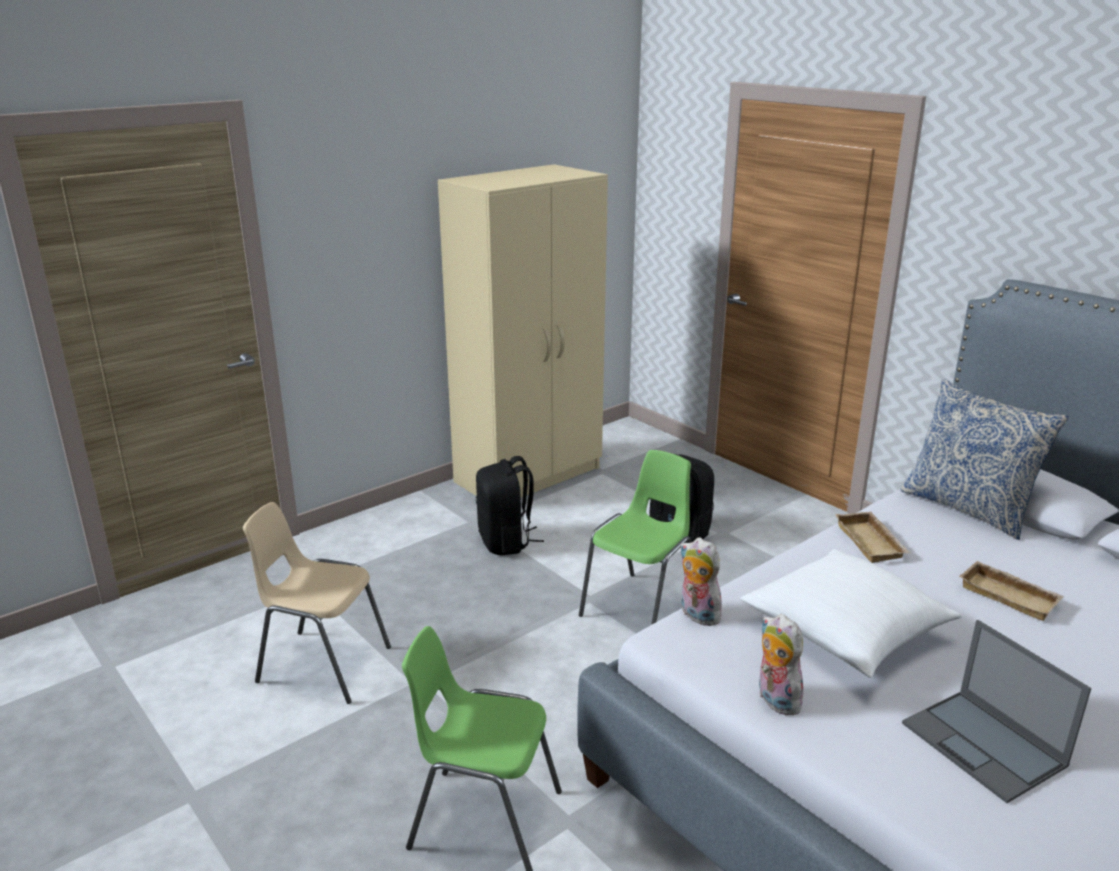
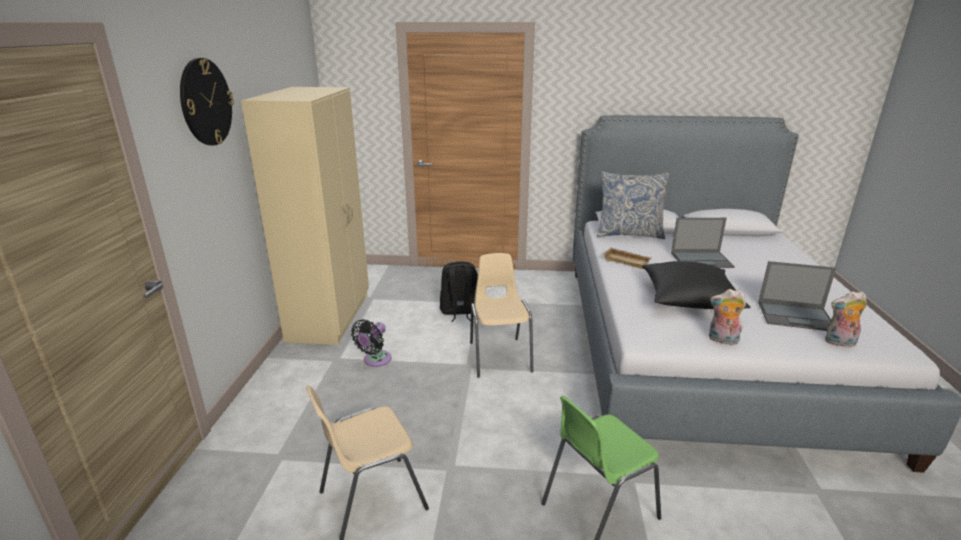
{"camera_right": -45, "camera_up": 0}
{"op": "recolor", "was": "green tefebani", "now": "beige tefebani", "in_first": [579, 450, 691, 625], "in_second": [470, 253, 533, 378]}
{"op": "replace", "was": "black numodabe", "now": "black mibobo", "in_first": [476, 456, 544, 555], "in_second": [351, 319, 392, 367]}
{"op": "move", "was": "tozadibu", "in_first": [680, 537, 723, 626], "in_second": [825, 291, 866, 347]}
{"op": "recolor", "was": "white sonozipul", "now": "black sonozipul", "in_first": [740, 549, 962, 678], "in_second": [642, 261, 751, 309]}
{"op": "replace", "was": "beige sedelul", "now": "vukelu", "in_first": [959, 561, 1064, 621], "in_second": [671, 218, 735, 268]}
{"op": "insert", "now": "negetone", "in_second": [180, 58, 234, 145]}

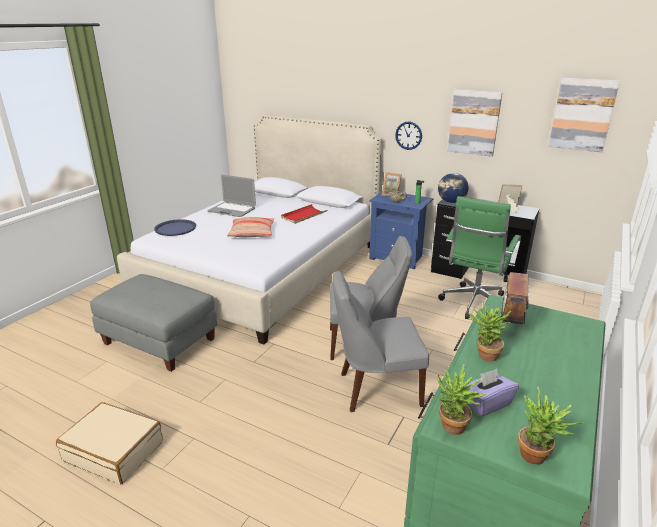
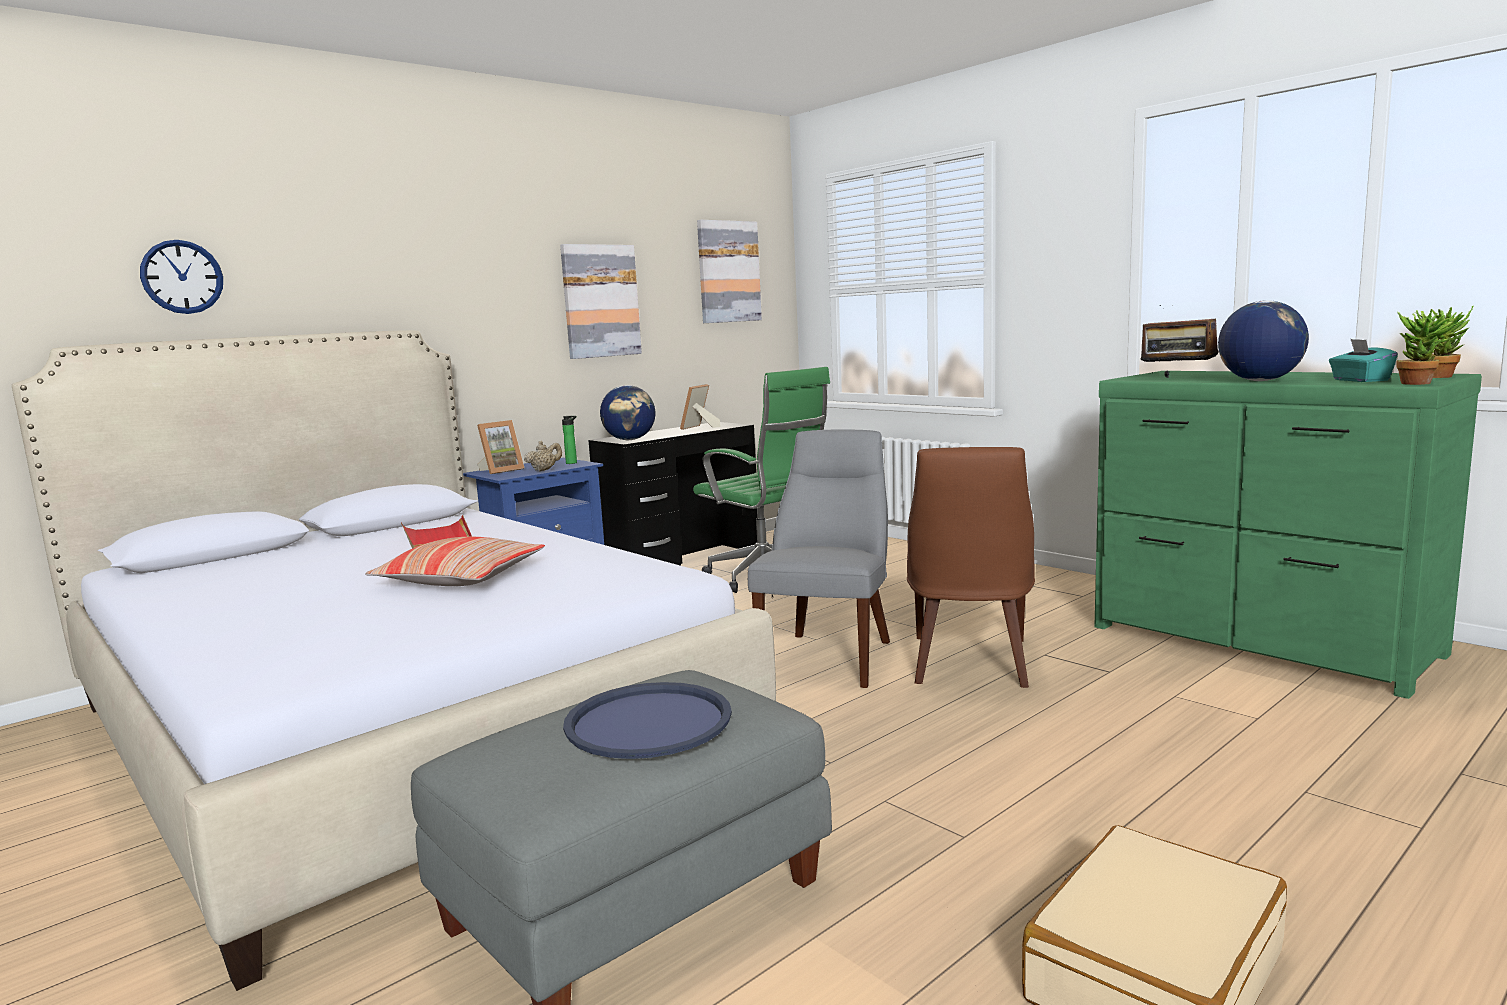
{"camera_right": -70, "camera_up": -15}
{"op": "move", "was": "negetone", "in_first": [395, 121, 422, 150], "in_second": [140, 240, 223, 314]}
{"op": "delete", "was": "vukelu", "in_first": [208, 175, 256, 217]}
{"op": "move", "was": "blue sedelul", "in_first": [154, 219, 196, 236], "in_second": [563, 682, 732, 759]}
{"op": "recolor", "was": "grey tefebani", "now": "brown tefebani", "in_first": [333, 271, 429, 412], "in_second": [907, 447, 1035, 688]}
{"op": "replace", "was": "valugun", "now": "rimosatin", "in_first": [468, 301, 511, 362], "in_second": [1218, 300, 1309, 381]}
{"op": "recolor", "was": "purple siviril", "now": "turquoise siviril", "in_first": [466, 368, 519, 416], "in_second": [1329, 339, 1398, 382]}

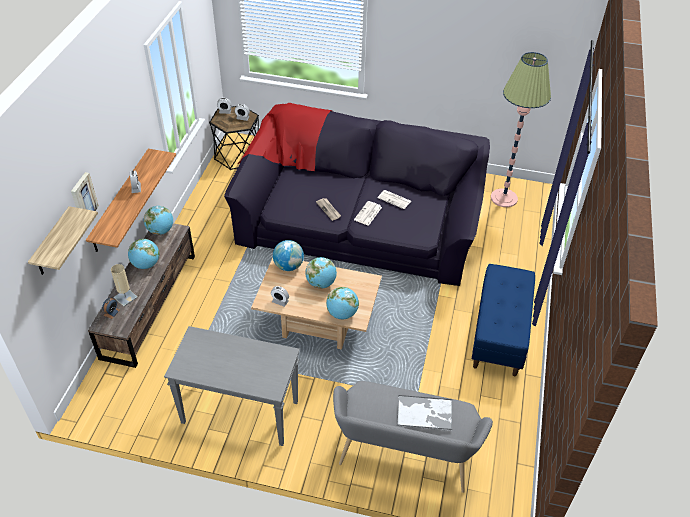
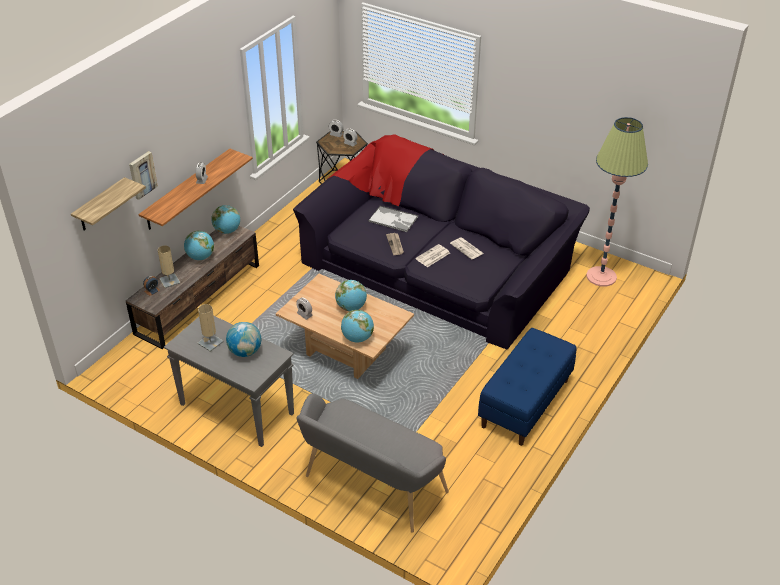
{"camera_right": 20, "camera_up": -5}
{"op": "move", "was": "rimosatin", "in_first": [273, 240, 304, 271], "in_second": [226, 322, 261, 357]}
{"op": "move", "was": "sedelul", "in_first": [397, 395, 452, 431], "in_second": [368, 206, 418, 232]}
{"op": "insert", "now": "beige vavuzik", "in_second": [198, 304, 224, 352]}

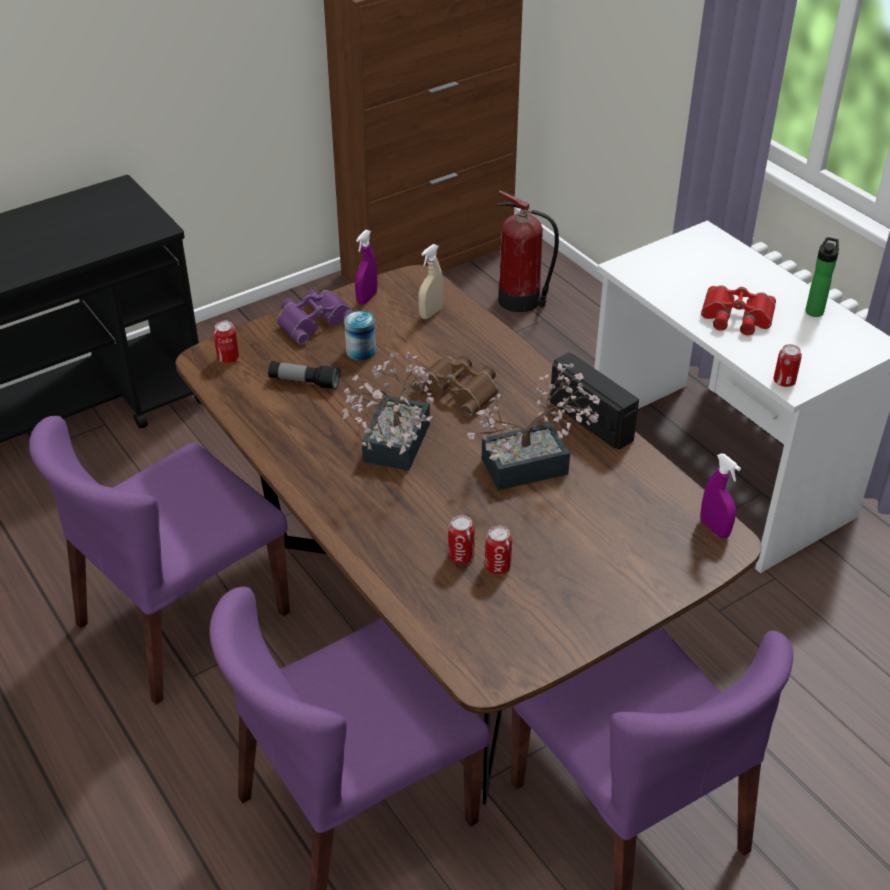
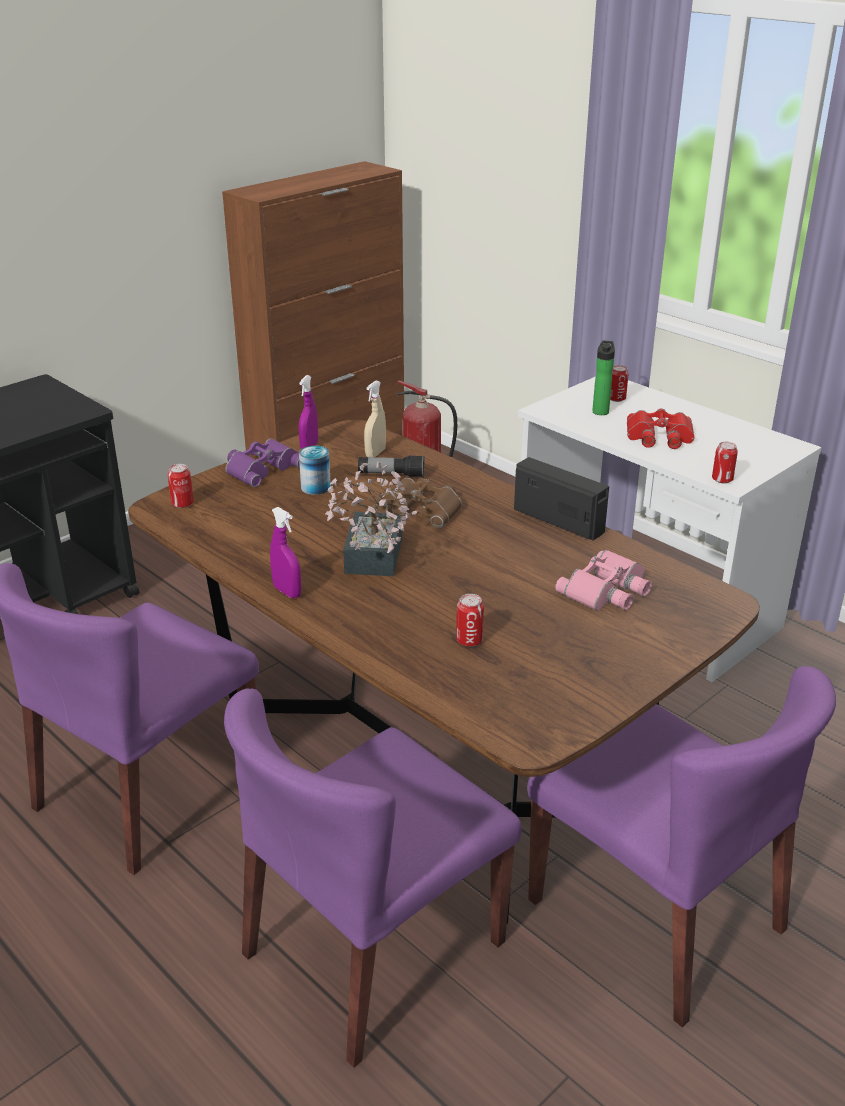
{"camera_right": -10, "camera_up": -10}
{"op": "move", "was": "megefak", "in_first": [805, 237, 839, 317], "in_second": [592, 341, 615, 415]}
{"op": "move", "was": "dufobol", "in_first": [268, 361, 340, 390], "in_second": [358, 455, 424, 477]}
{"op": "delete", "was": "valugun", "in_first": [467, 363, 600, 490]}
{"op": "move", "was": "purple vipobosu", "in_first": [700, 453, 741, 538], "in_second": [270, 507, 301, 598]}
{"op": "move", "was": "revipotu", "in_first": [485, 526, 512, 574], "in_second": [610, 365, 629, 402]}
{"op": "insert", "now": "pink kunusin", "in_second": [555, 550, 652, 611]}

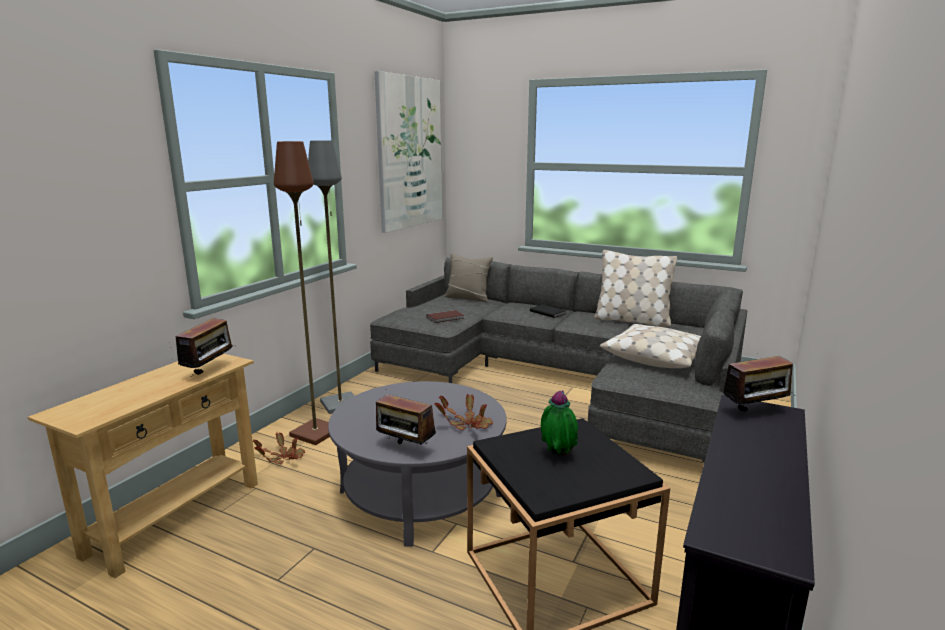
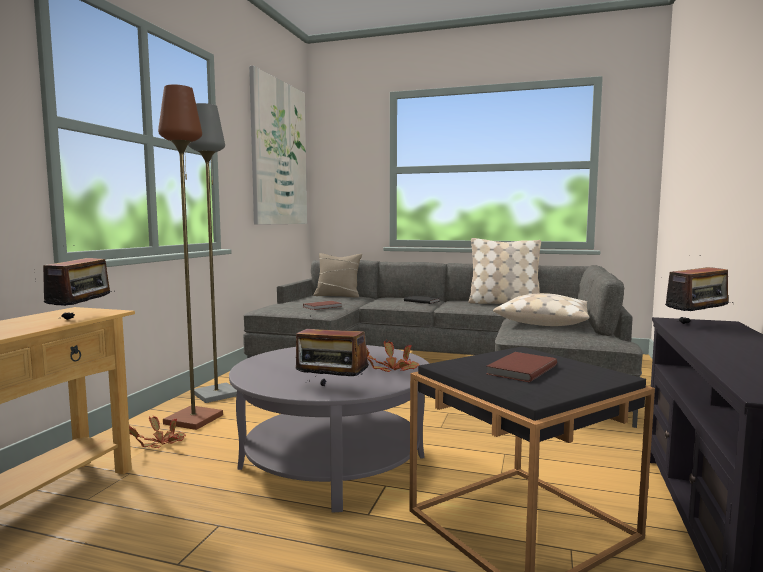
{"camera_right": -10, "camera_up": -10}
{"op": "replace", "was": "valugun", "now": "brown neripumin", "in_first": [541, 390, 578, 456], "in_second": [486, 352, 557, 382]}

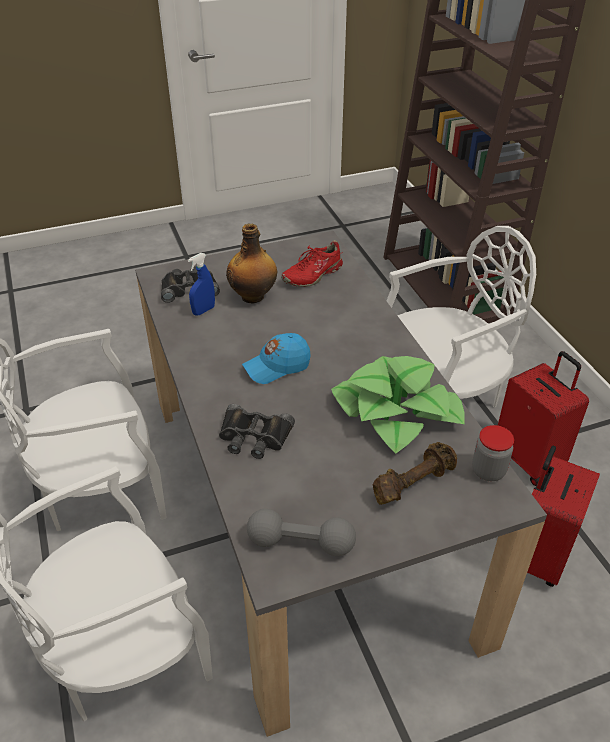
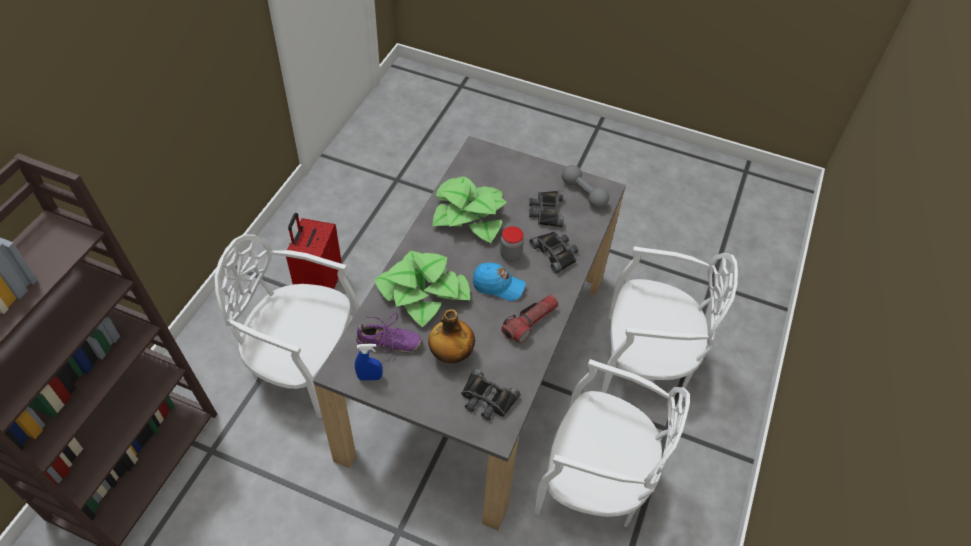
{"camera_right": -140, "camera_up": 10}
{"op": "recolor", "was": "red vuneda", "now": "purple vuneda", "in_first": [281, 240, 343, 287], "in_second": [356, 313, 423, 353]}
{"op": "move", "was": "blue vipobosu", "in_first": [188, 253, 215, 316], "in_second": [355, 344, 383, 380]}
{"op": "move", "was": "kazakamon", "in_first": [472, 425, 514, 481], "in_second": [500, 226, 524, 262]}
{"op": "delete", "was": "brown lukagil", "in_first": [373, 442, 457, 505]}
{"op": "delete", "was": "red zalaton", "in_first": [527, 446, 600, 587]}
{"op": "insert", "now": "black kunusin", "in_second": [529, 191, 564, 227]}
{"op": "insert", "now": "valugun", "in_second": [375, 251, 470, 327]}
{"op": "insert", "now": "dufobol", "in_second": [501, 295, 558, 343]}

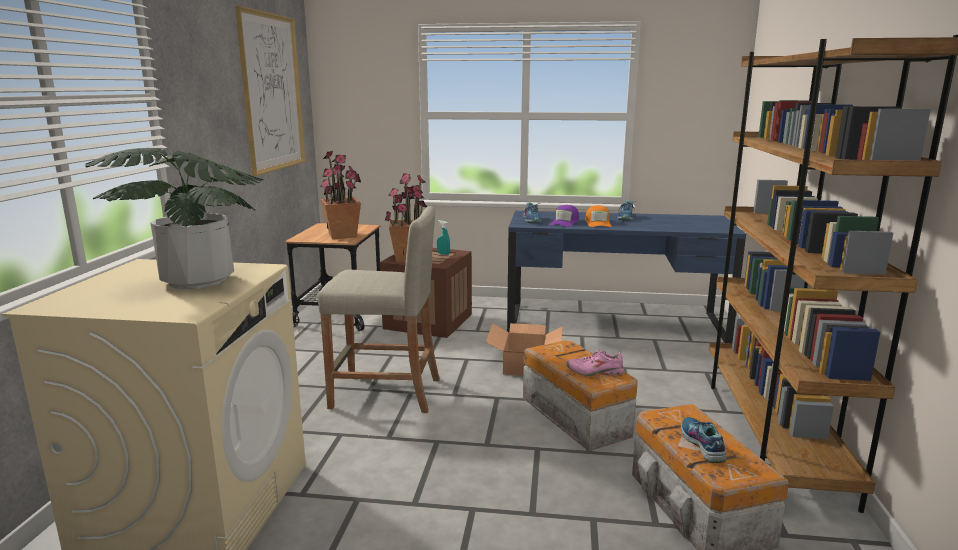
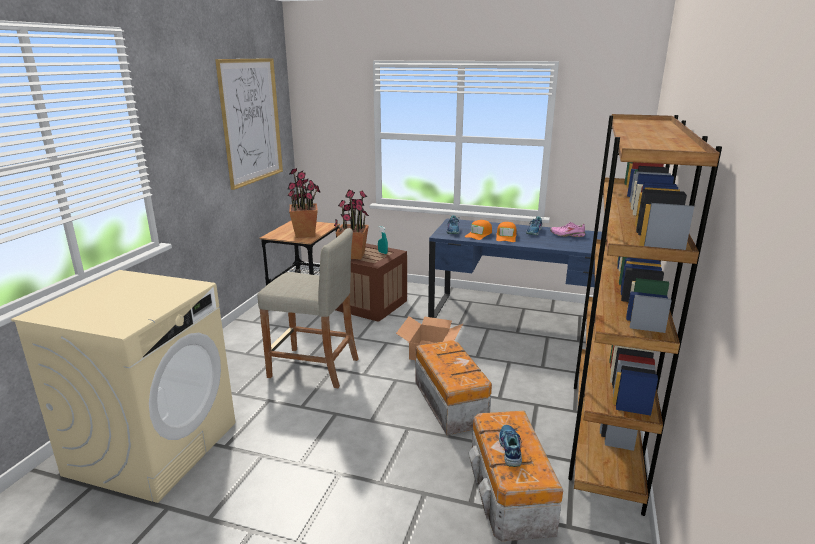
{"camera_right": 10, "camera_up": 5}
{"op": "delete", "was": "valugun", "in_first": [85, 148, 263, 289]}
{"op": "recolor", "was": "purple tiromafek", "now": "orange tiromafek", "in_first": [550, 205, 579, 227], "in_second": [465, 220, 492, 240]}
{"op": "move", "was": "pink vuneda", "in_first": [567, 349, 624, 376], "in_second": [550, 222, 585, 237]}

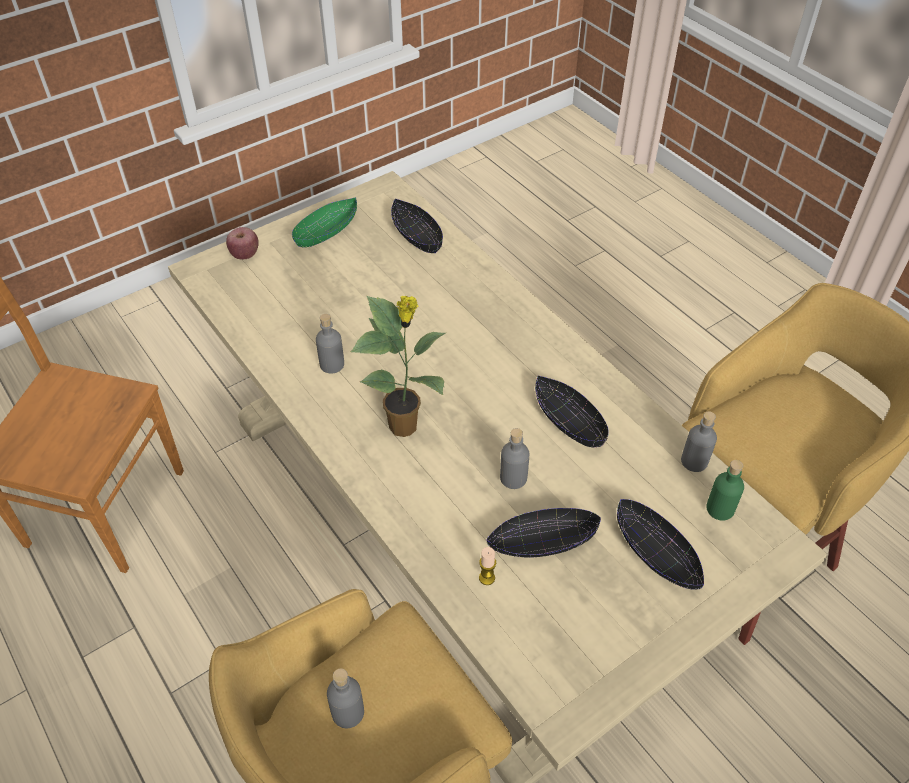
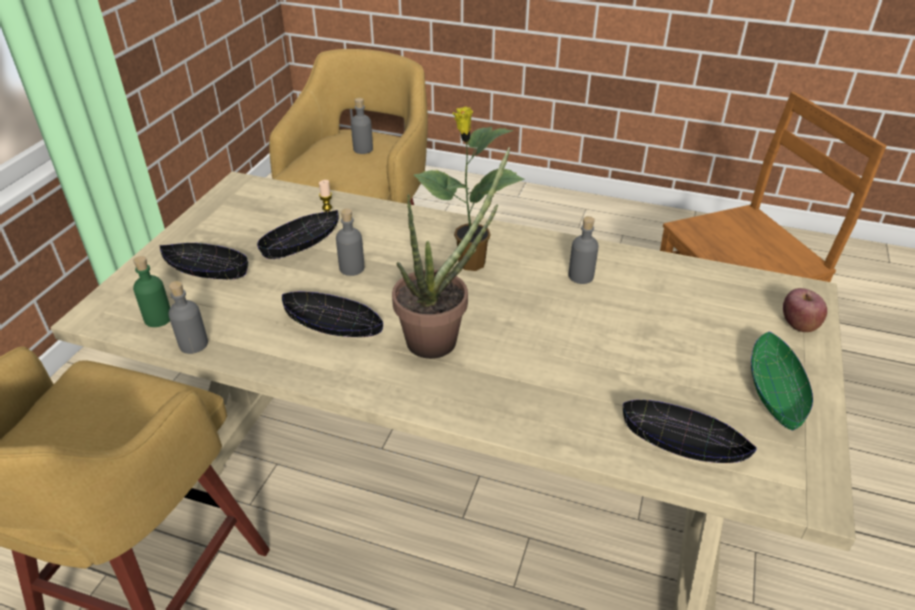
{"camera_right": 145, "camera_up": -10}
{"op": "insert", "now": "valugun", "in_second": [392, 147, 510, 359]}

